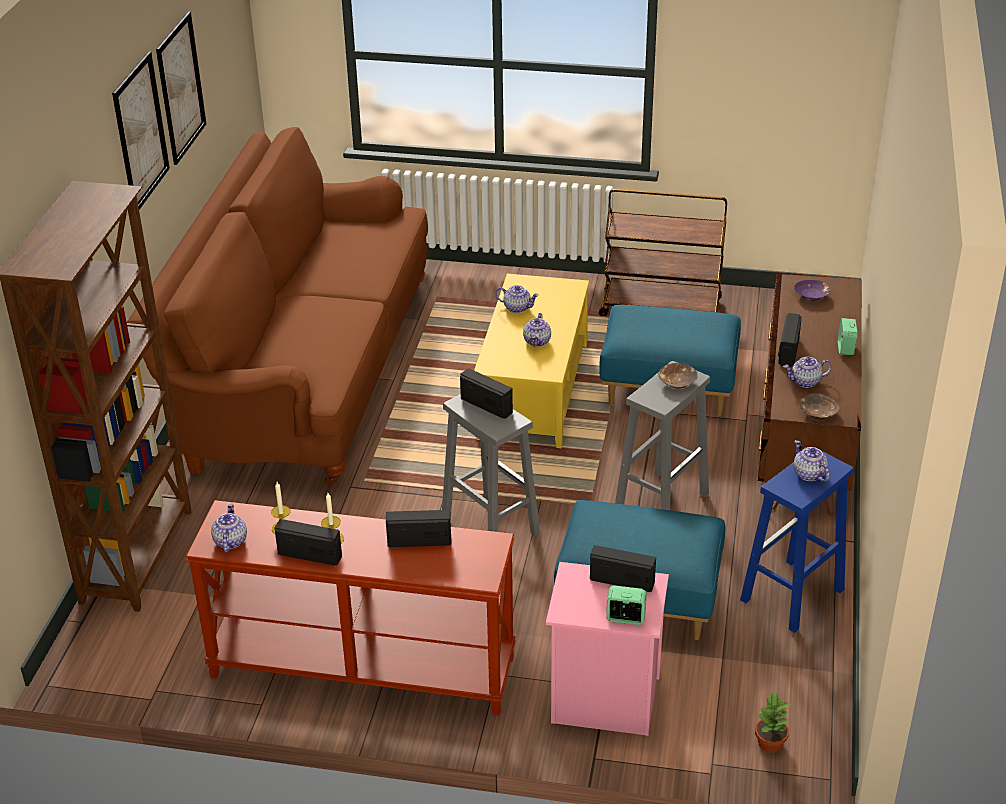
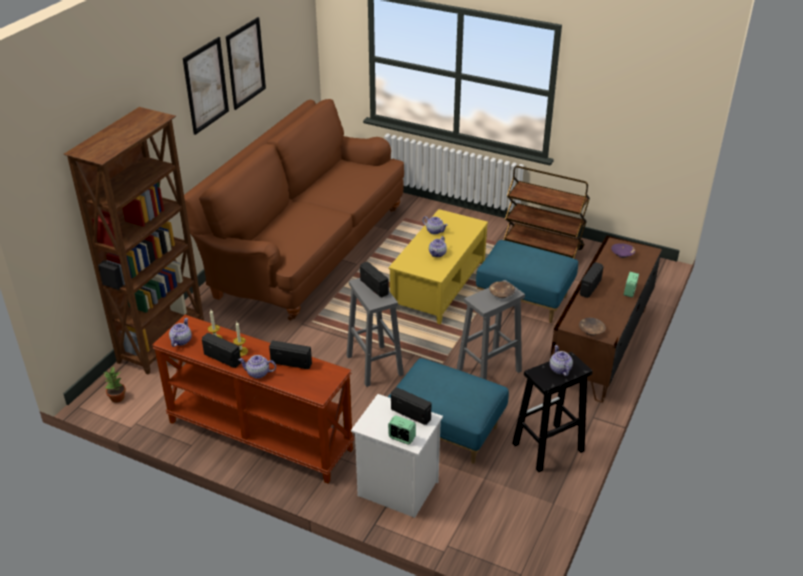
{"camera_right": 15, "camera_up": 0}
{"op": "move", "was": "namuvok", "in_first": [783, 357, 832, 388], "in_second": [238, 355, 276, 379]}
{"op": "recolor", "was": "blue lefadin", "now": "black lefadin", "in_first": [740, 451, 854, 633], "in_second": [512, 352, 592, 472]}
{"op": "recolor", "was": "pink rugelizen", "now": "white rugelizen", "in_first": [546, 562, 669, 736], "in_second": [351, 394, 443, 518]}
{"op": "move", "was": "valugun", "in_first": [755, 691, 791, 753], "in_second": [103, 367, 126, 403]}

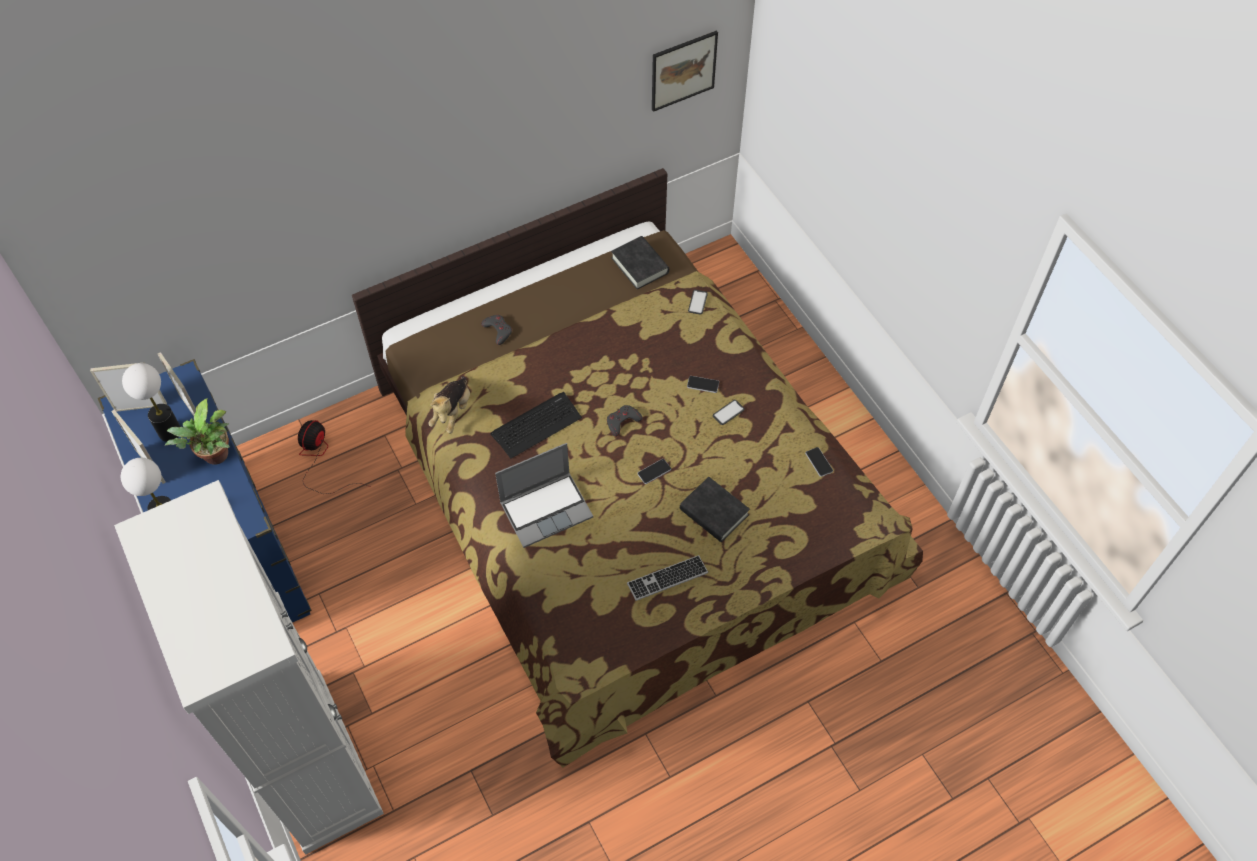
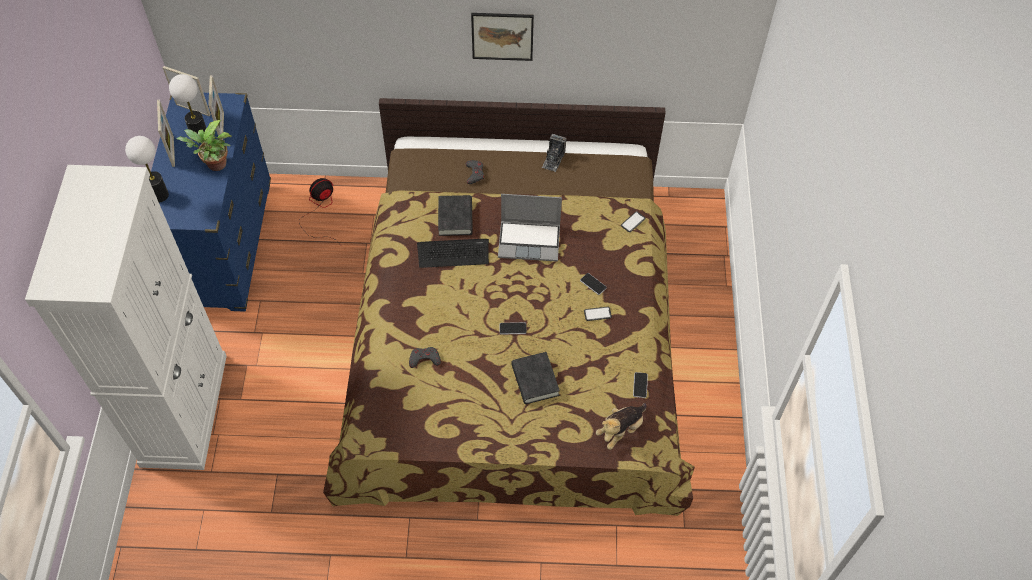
{"camera_right": 30, "camera_up": 0}
{"op": "move", "was": "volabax", "in_first": [652, 31, 718, 112], "in_second": [471, 13, 534, 61]}
{"op": "move", "was": "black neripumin", "in_first": [611, 236, 669, 290], "in_second": [438, 195, 473, 236]}
{"op": "move", "was": "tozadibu", "in_first": [428, 376, 470, 434], "in_second": [596, 403, 646, 450]}
{"op": "move", "was": "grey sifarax", "in_first": [607, 405, 643, 436], "in_second": [409, 347, 441, 368]}
{"op": "move", "was": "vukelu", "in_first": [495, 443, 593, 548], "in_second": [498, 194, 562, 262]}
{"op": "delete", "was": "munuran", "in_first": [627, 555, 708, 601]}
{"op": "insert", "now": "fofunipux", "in_second": [542, 134, 567, 172]}

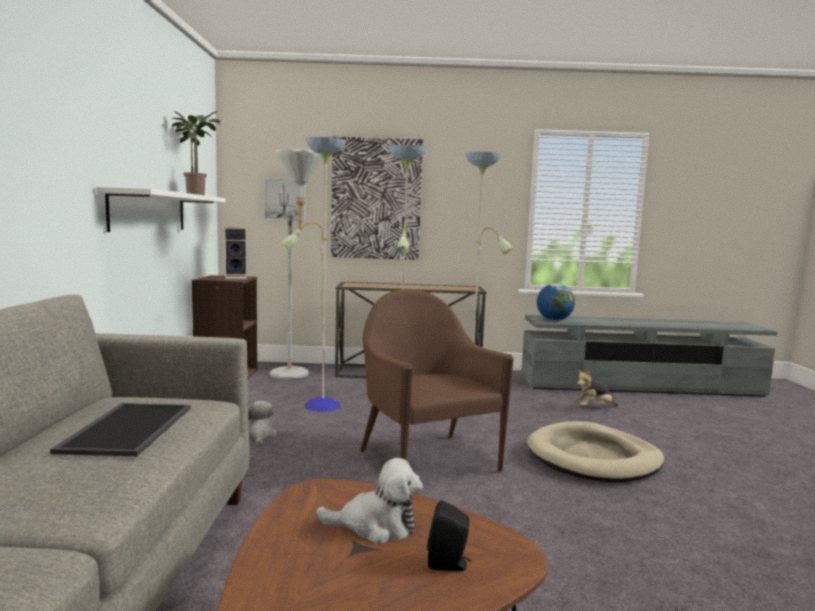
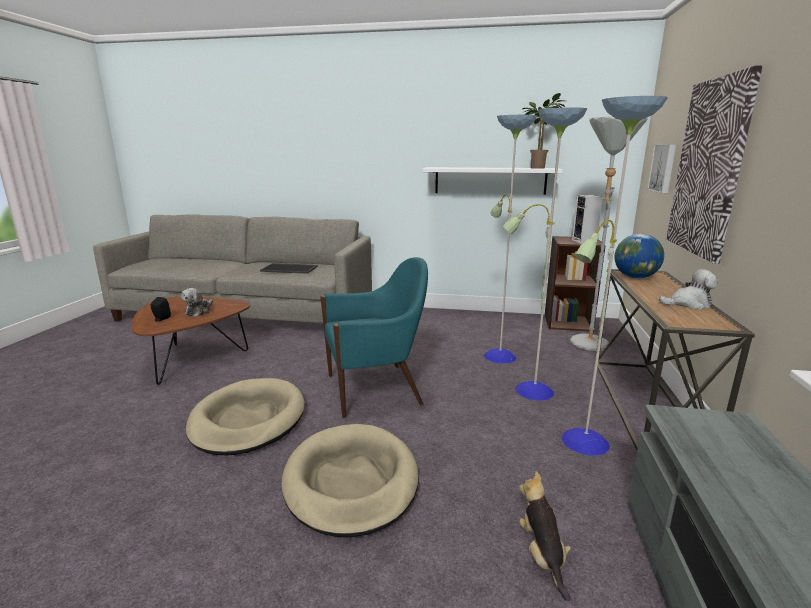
{"camera_right": 100, "camera_up": 10}
{"op": "move", "was": "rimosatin", "in_first": [537, 284, 575, 321], "in_second": [614, 234, 664, 279]}
{"op": "recolor", "was": "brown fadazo", "now": "turquoise fadazo", "in_first": [360, 289, 514, 472], "in_second": [320, 257, 428, 418]}
{"op": "move", "was": "tozadibu", "in_first": [248, 401, 277, 446], "in_second": [659, 269, 718, 310]}
{"op": "insert", "now": "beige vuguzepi", "in_second": [186, 378, 305, 455]}

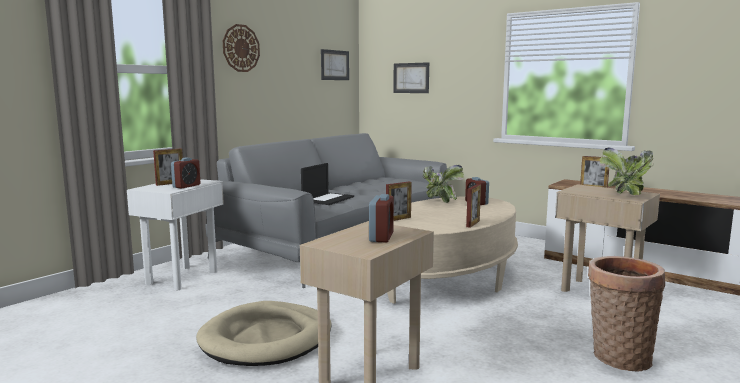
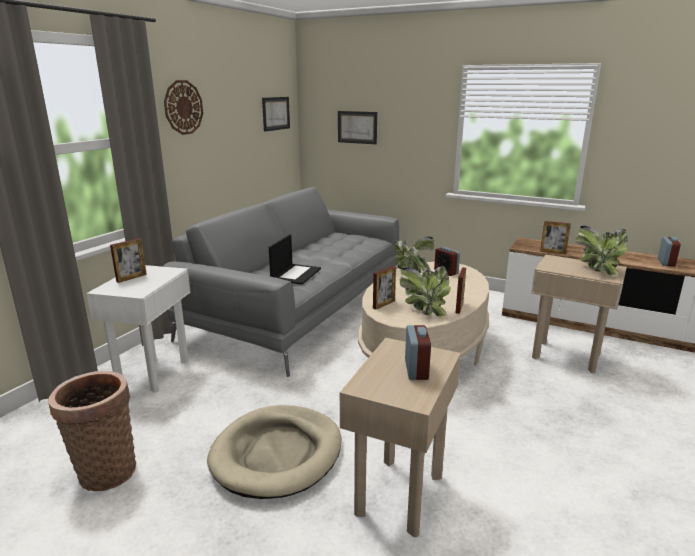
{"camera_right": -10, "camera_up": 10}
{"op": "move", "was": "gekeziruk", "in_first": [171, 157, 200, 188], "in_second": [658, 237, 681, 267]}
{"op": "move", "was": "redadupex", "in_first": [588, 256, 665, 371], "in_second": [48, 371, 136, 491]}
{"op": "insert", "now": "valugun", "in_second": [399, 266, 451, 317]}

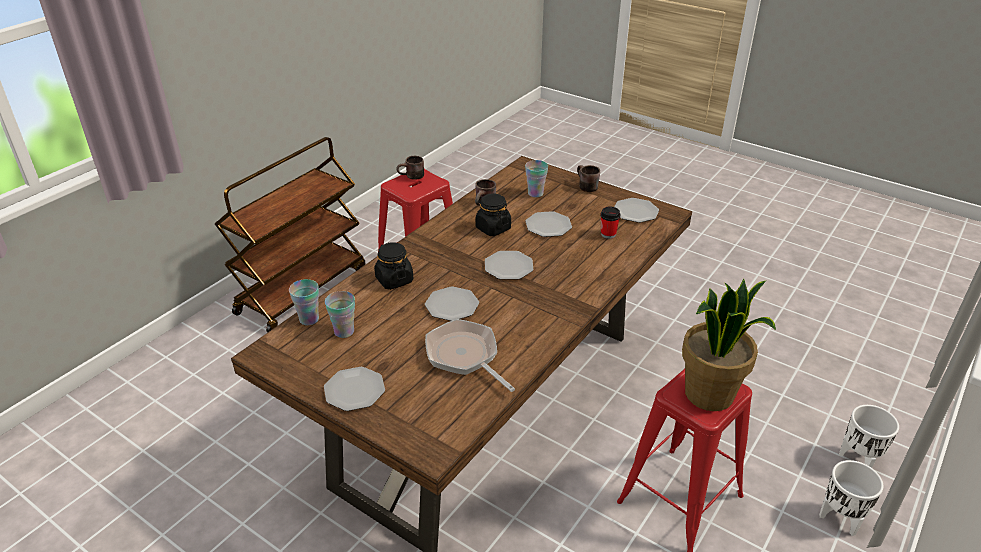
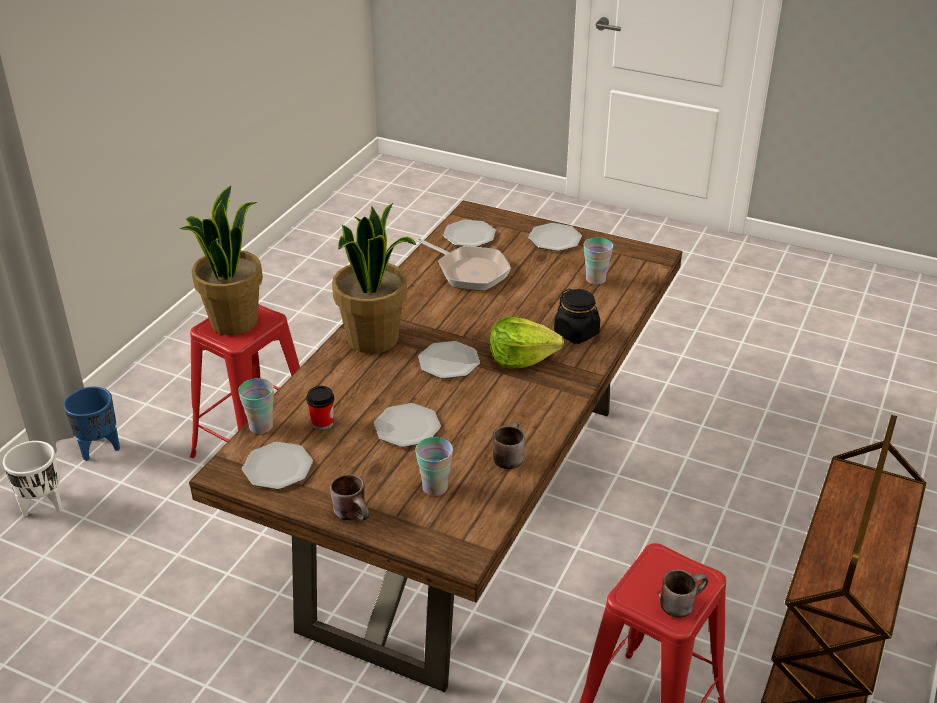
{"camera_right": 170, "camera_up": 0}
{"op": "delete", "was": "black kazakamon", "in_first": [475, 194, 511, 236]}
{"op": "move", "was": "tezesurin", "in_first": [289, 279, 319, 325], "in_second": [238, 378, 274, 434]}
{"op": "move", "was": "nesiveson", "in_first": [425, 286, 479, 321], "in_second": [443, 220, 496, 247]}
{"op": "recolor", "was": "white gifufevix", "now": "blue gifufevix", "in_first": [819, 460, 884, 536], "in_second": [64, 387, 120, 461]}
{"op": "insert", "now": "valugun", "in_second": [332, 203, 416, 354]}
{"op": "insert", "now": "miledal", "in_second": [490, 317, 564, 369]}

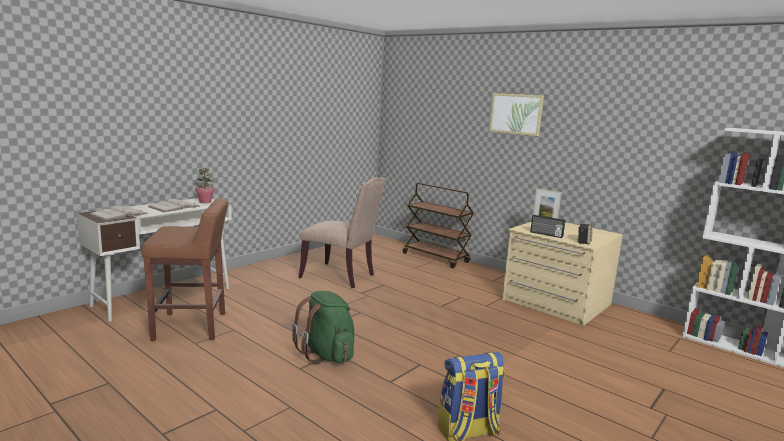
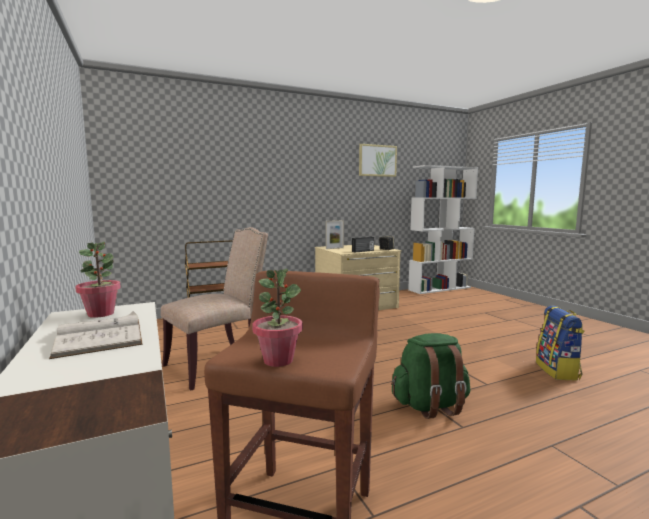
{"camera_right": -65, "camera_up": -5}
{"op": "move", "was": "volabax", "in_first": [489, 93, 544, 136], "in_second": [359, 144, 397, 177]}
{"op": "delete", "was": "white neripumin", "in_first": [89, 206, 148, 221]}
{"op": "insert", "now": "valugun", "in_second": [252, 269, 303, 367]}

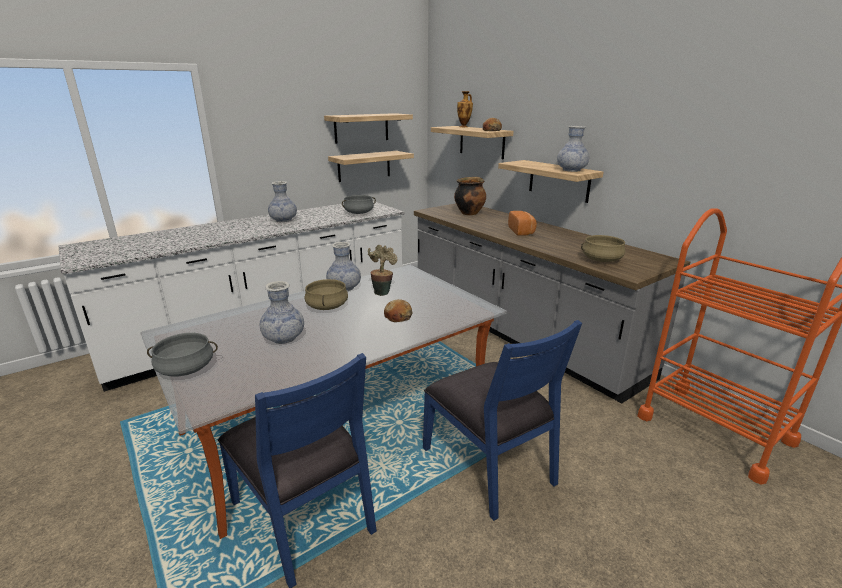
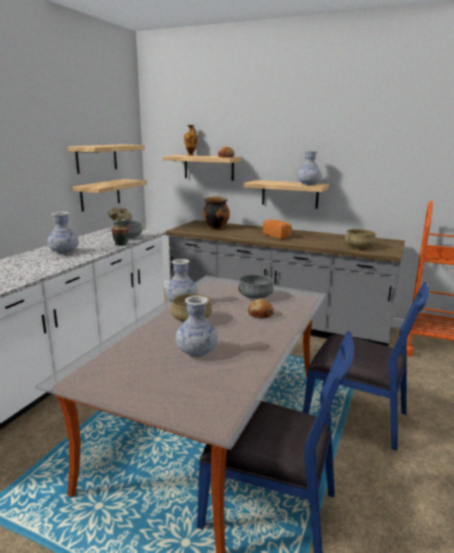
{"camera_right": -30, "camera_up": -5}
{"op": "move", "was": "valugun", "in_first": [368, 245, 398, 296], "in_second": [108, 207, 132, 246]}
{"op": "move", "was": "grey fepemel", "in_first": [147, 333, 218, 377], "in_second": [238, 274, 274, 299]}

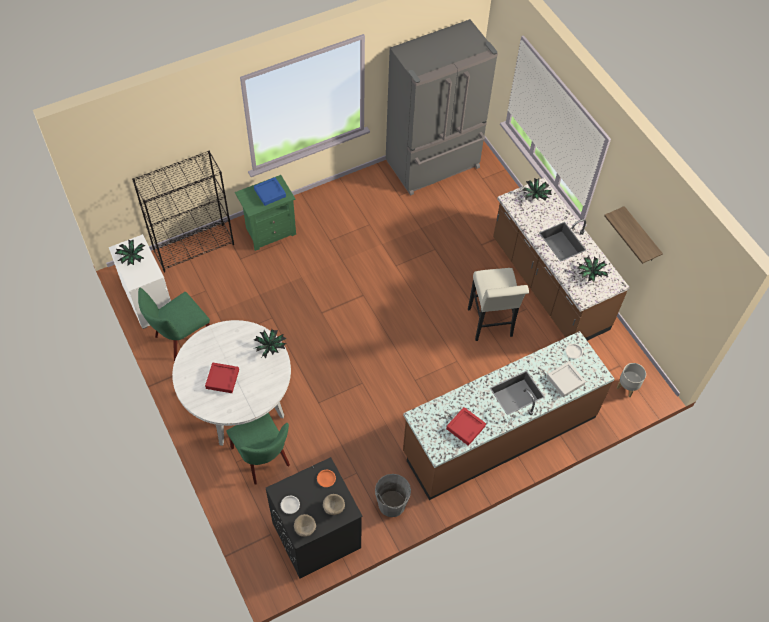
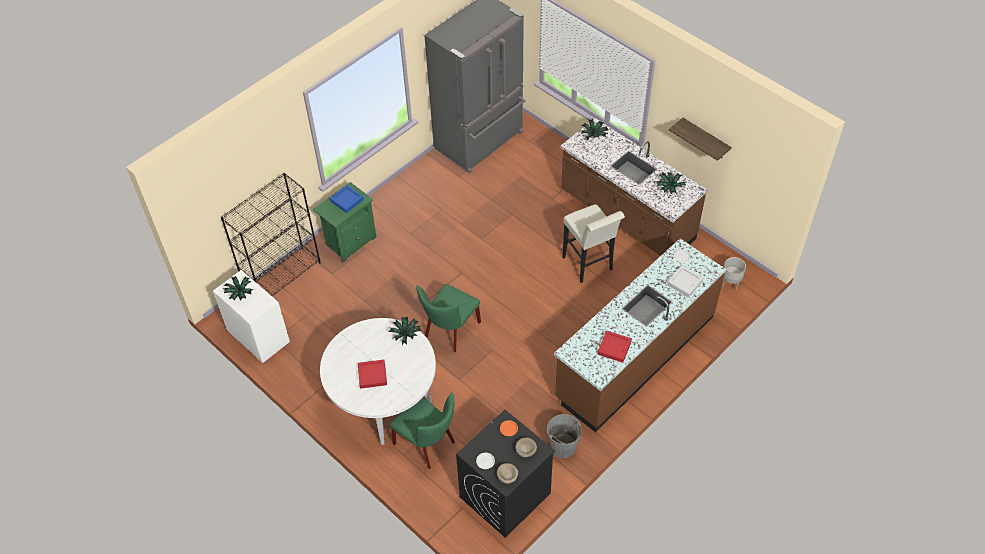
{"camera_right": -15, "camera_up": -5}
{"op": "move", "was": "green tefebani", "in_first": [138, 288, 210, 361], "in_second": [416, 284, 481, 352]}

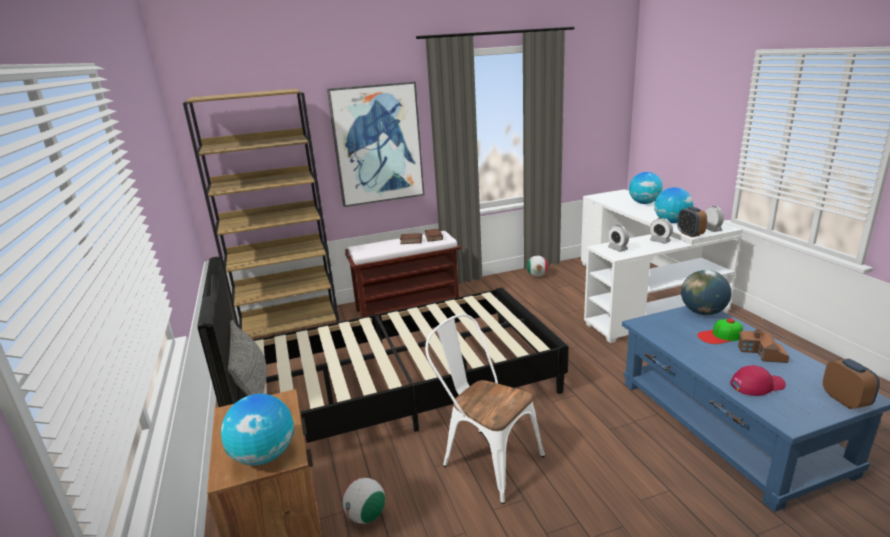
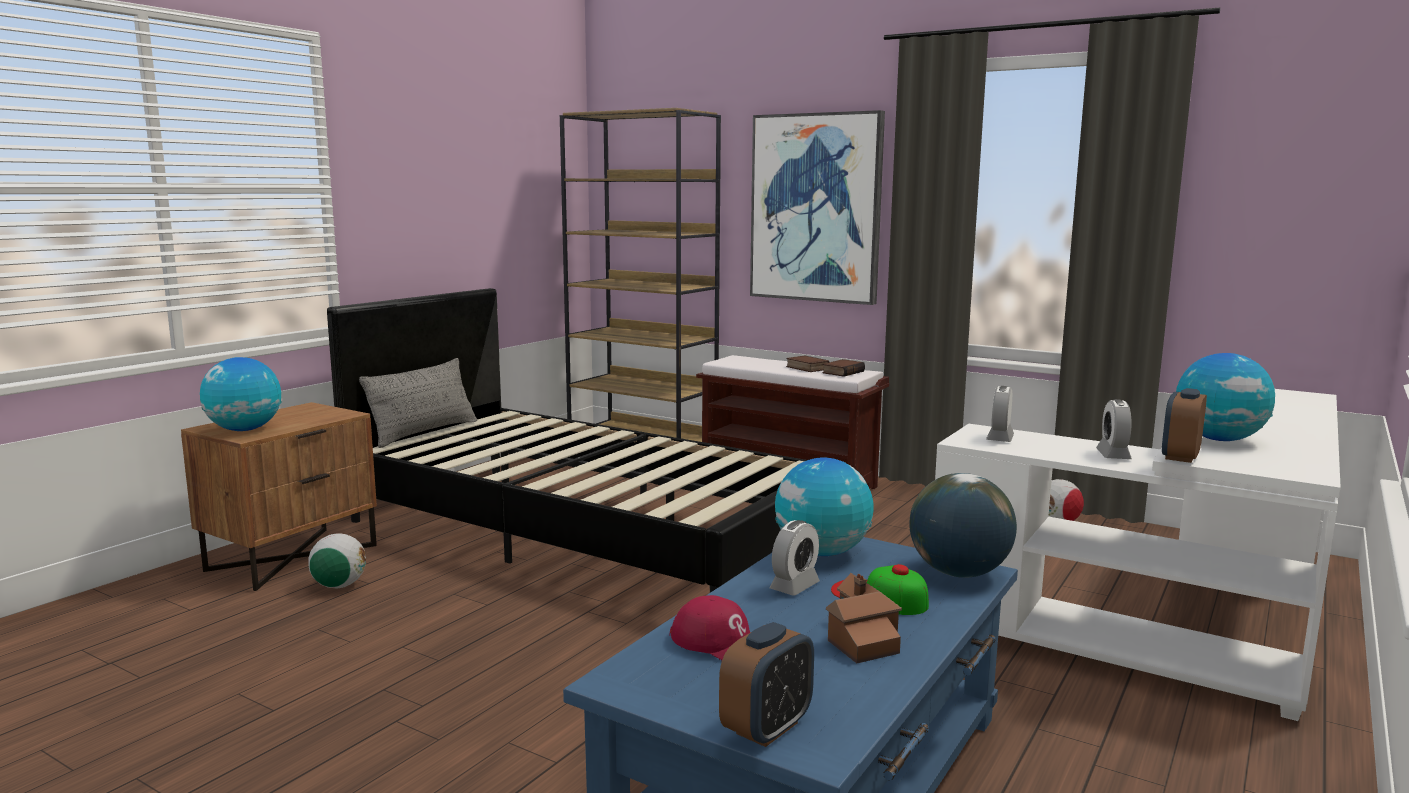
{"camera_right": 50, "camera_up": -10}
{"op": "move", "was": "rimosatin", "in_first": [629, 172, 663, 204], "in_second": [775, 458, 874, 556]}
{"op": "move", "was": "gekeziruk", "in_first": [705, 206, 724, 232], "in_second": [769, 520, 820, 596]}
{"op": "delete", "was": "white tefebani", "in_first": [425, 314, 545, 504]}

